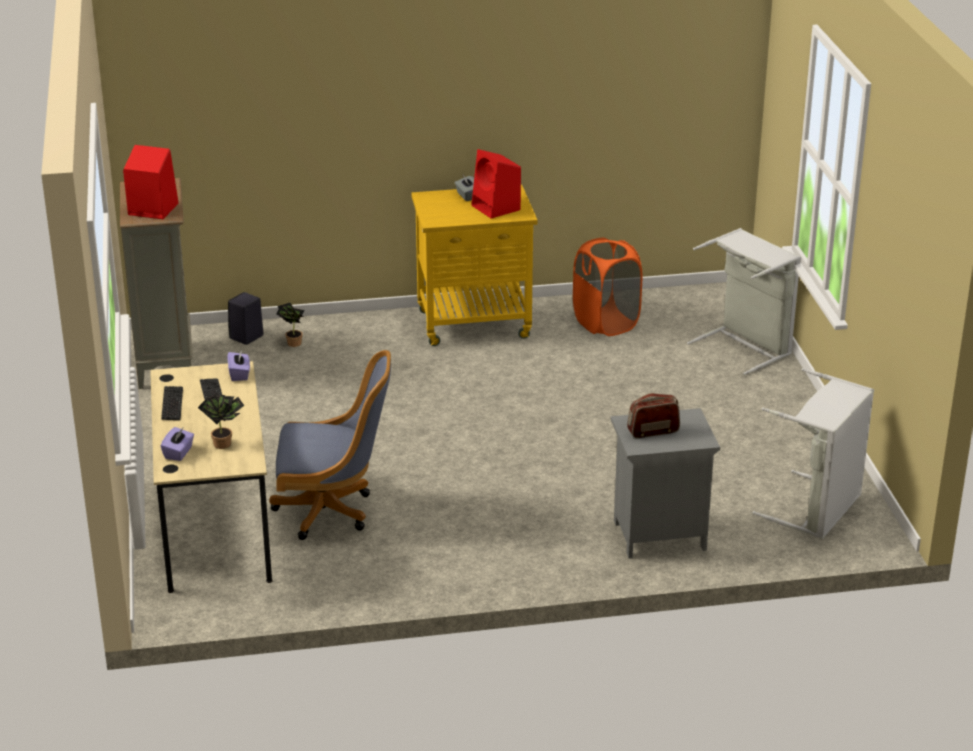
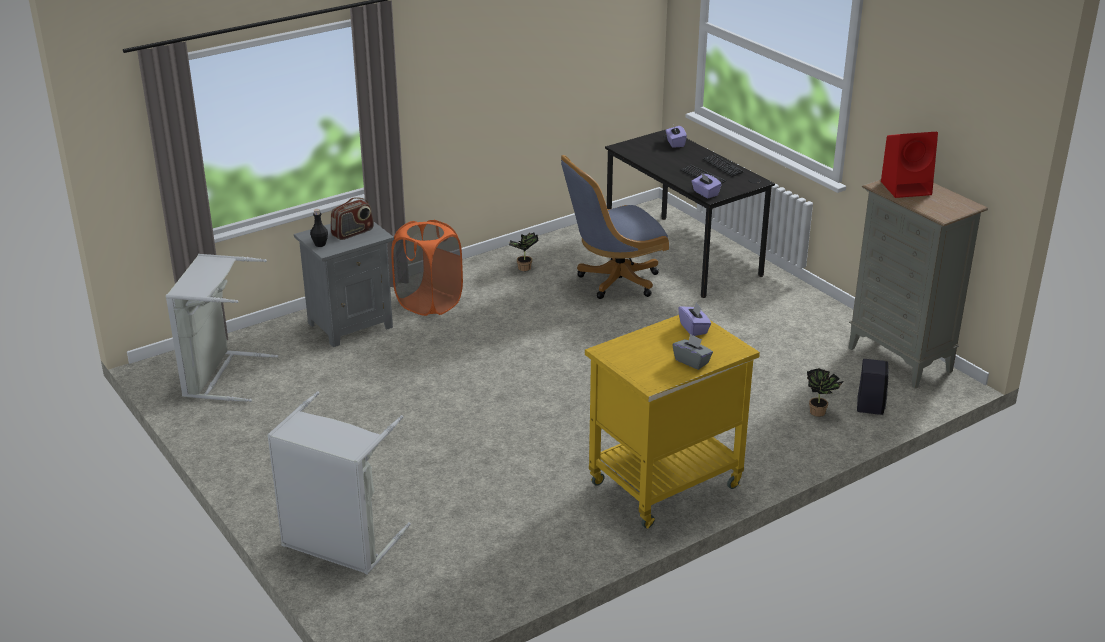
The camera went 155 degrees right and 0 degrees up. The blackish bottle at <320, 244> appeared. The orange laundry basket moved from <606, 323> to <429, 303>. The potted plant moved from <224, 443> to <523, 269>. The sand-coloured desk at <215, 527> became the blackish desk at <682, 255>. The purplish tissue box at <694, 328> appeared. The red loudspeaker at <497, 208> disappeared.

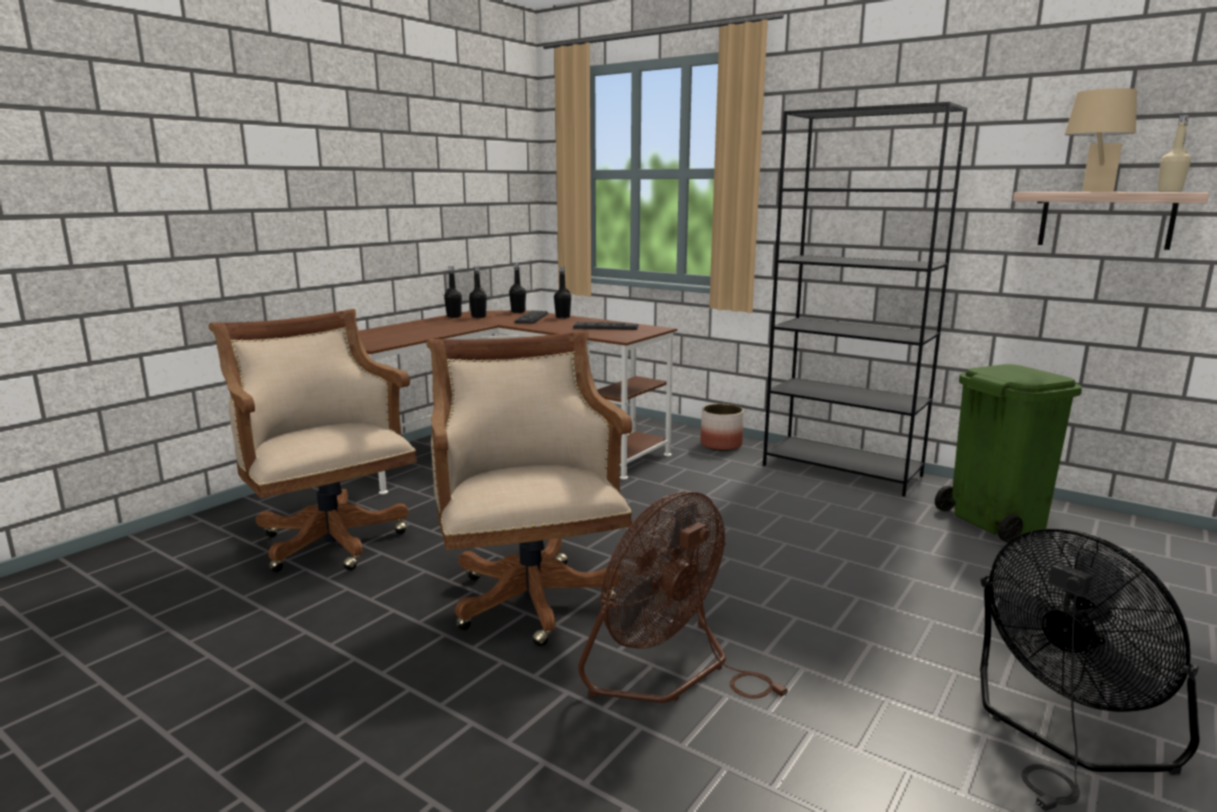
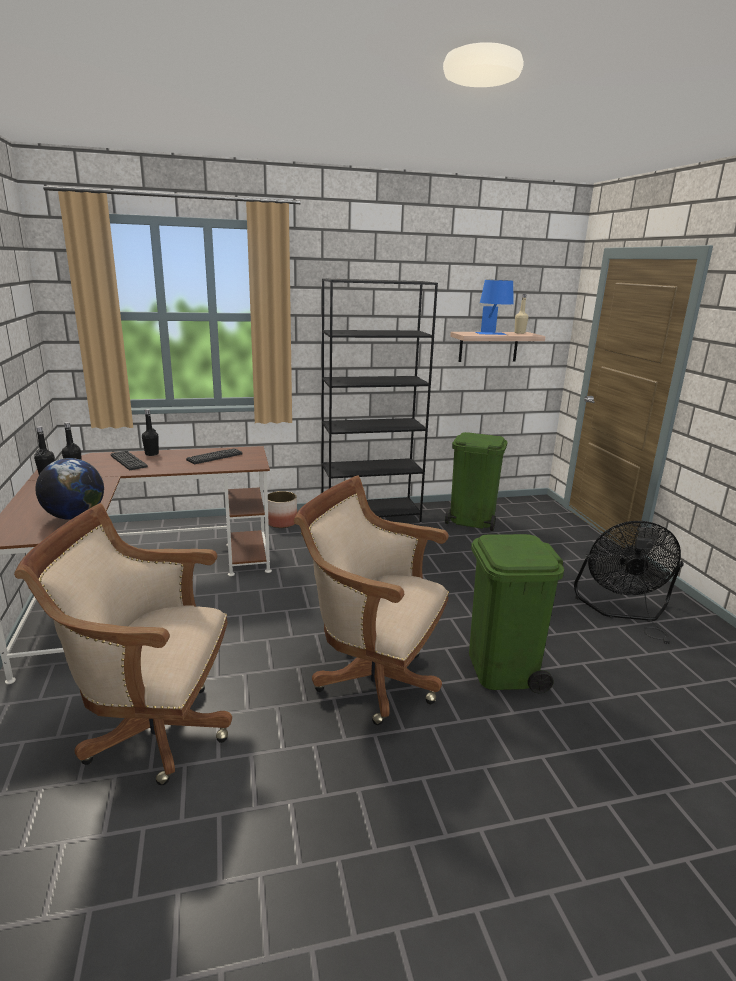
The camera went 50 degrees left and 5 degrees up. The globe at <74, 517> appeared. The brown electric fan at <681, 669> was replaced by the green-coloured waste bin at <503, 670>. The sand-coloured tabletop lamp at <1091, 191> became the blue tabletop lamp at <492, 334>. The blackish bottle at <518, 312> disappeared.

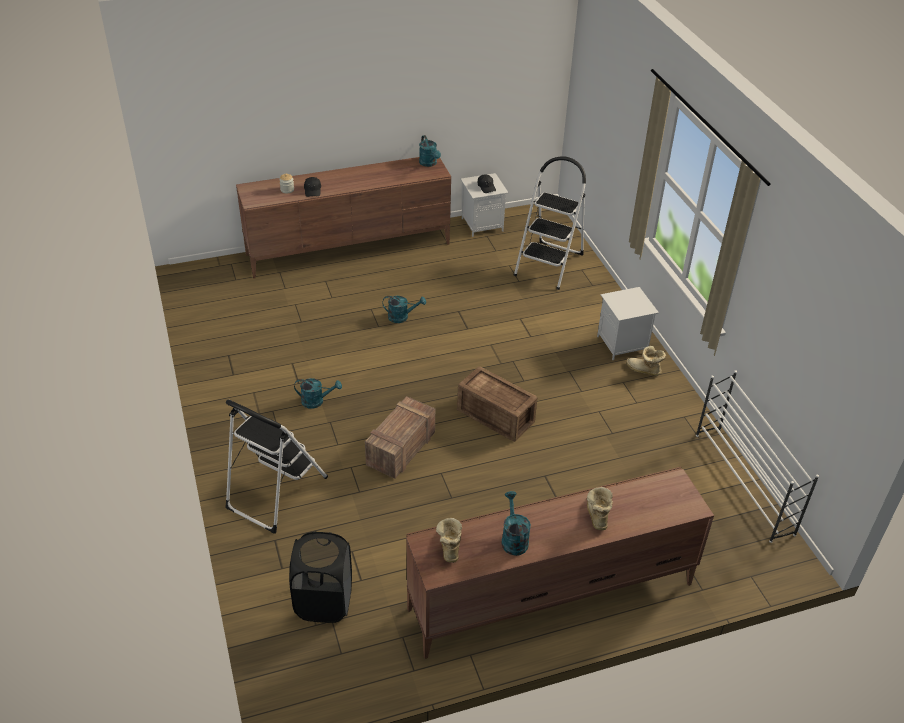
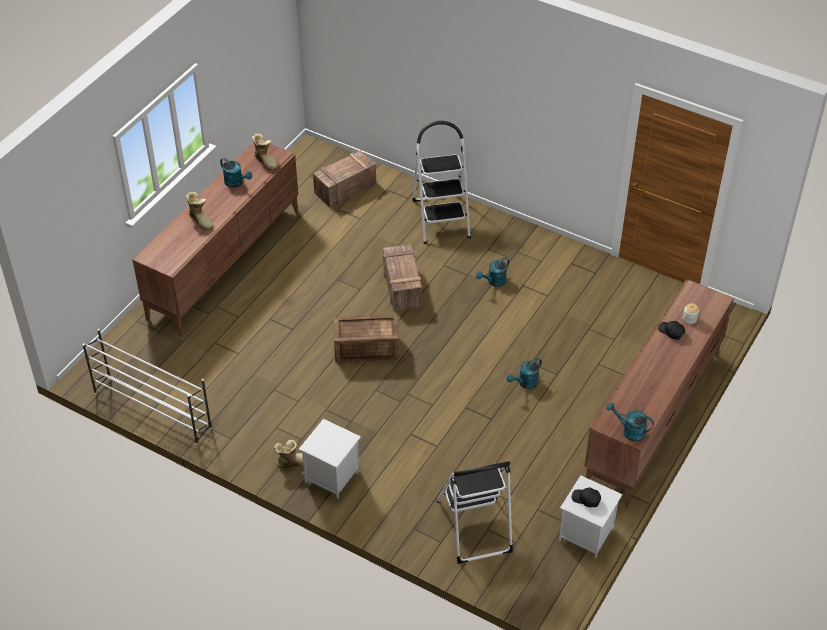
The camera went 140 degrees right and 5 degrees up. The blackish laundry basket at <324, 602> was replaced by the shipping crate at <344, 189>.

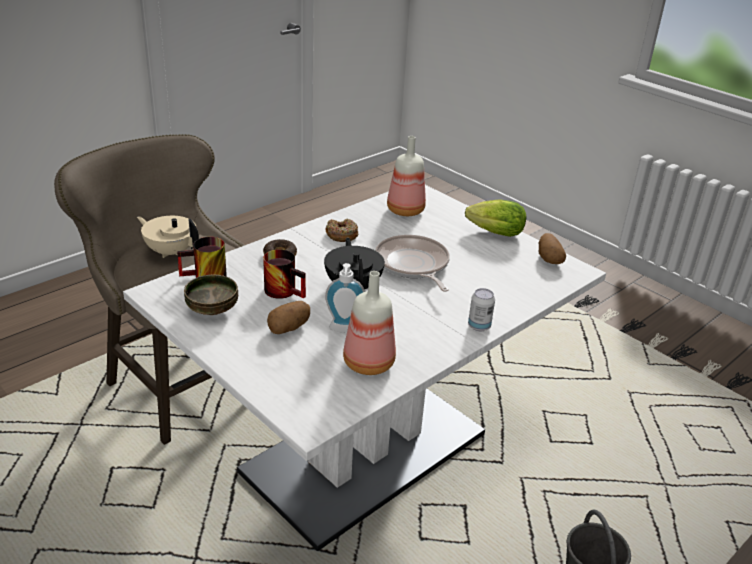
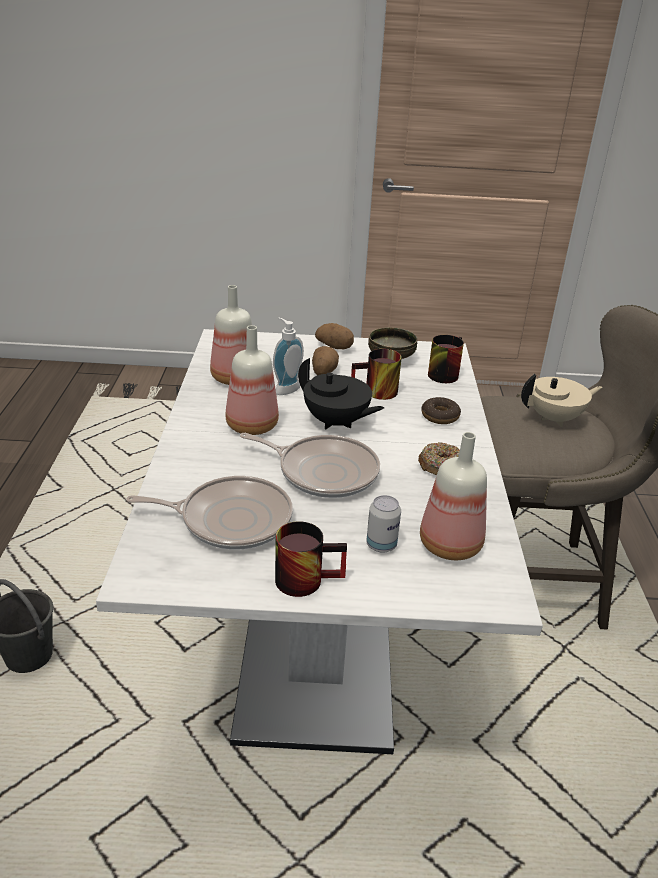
The camera went 135 degrees right and 0 degrees up. The pan at <230, 519> appeared. The bottle at <252, 427> appeared. The lettuce at <492, 233> was replaced by the mug at <306, 577>. The potato moved from <548, 258> to <335, 347>. The metal can moved from <479, 326> to <381, 545>.

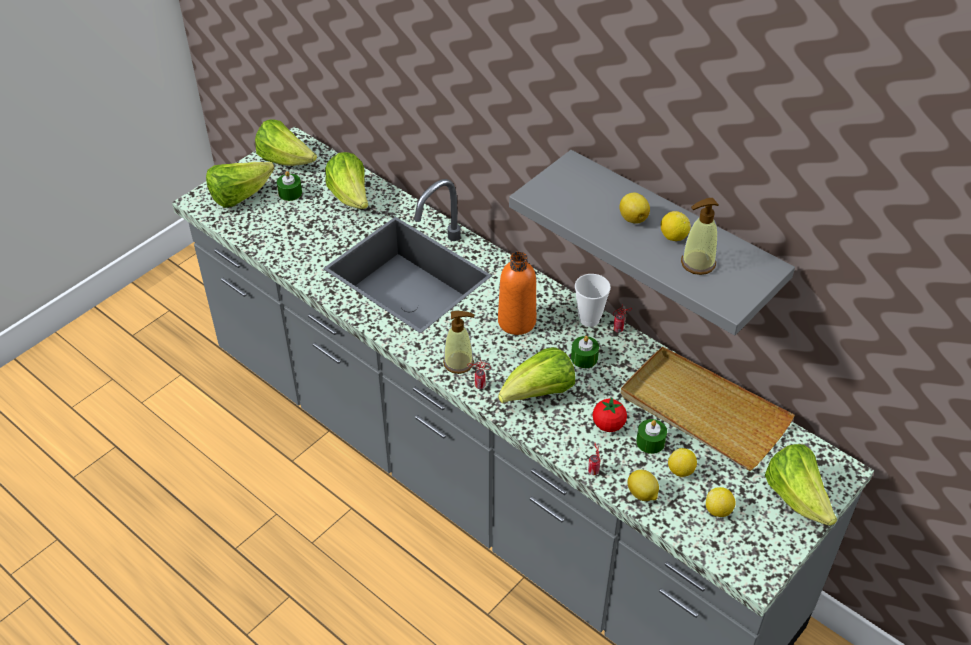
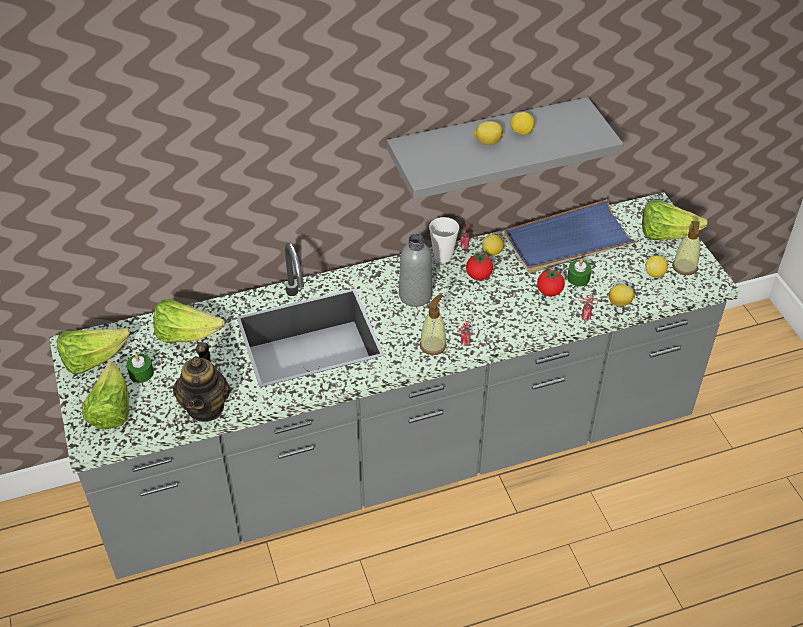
The camera went 60 degrees left and 0 degrees up. The tea pot at <206, 407> appeared. The orange bottle at <516, 321> became the greyish bottle at <415, 295>. The green-coloured wax candle at <584, 358> was replaced by the fresh tomato at <478, 276>. The lemon moved from <681, 471> to <492, 252>. The sand-coloured serving tray at <702, 411> became the blue serving tray at <568, 241>. The soap dispenser moved from <697, 263> to <684, 267>. The lettuce at <539, 394> disappeared.

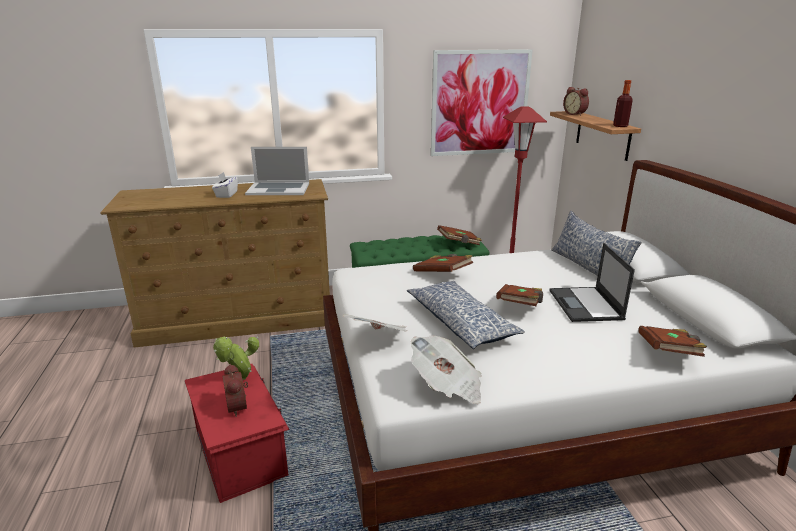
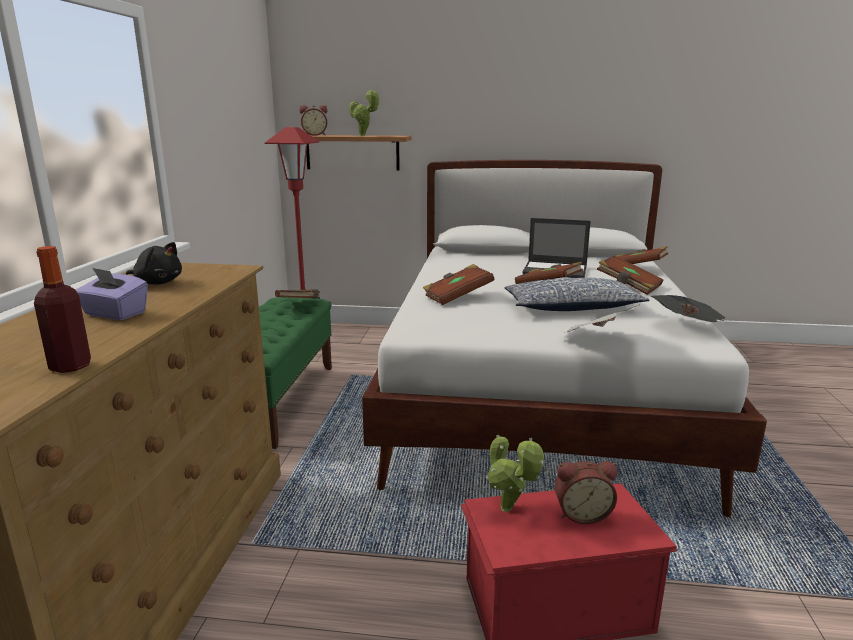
The camera went 70 degrees left and 5 degrees down. The bottle moved from <620, 126> to <70, 366>. The white tissue box at <226, 194> became the purplish tissue box at <114, 314>. The laptop at <278, 189> was replaced by the blackish soft toy at <157, 283>. The potted plant at <364, 136> appeared. The brown bound book at <628, 286> appeared. The picture at <480, 103> disappeared. The cushion at <588, 267> disappeared.

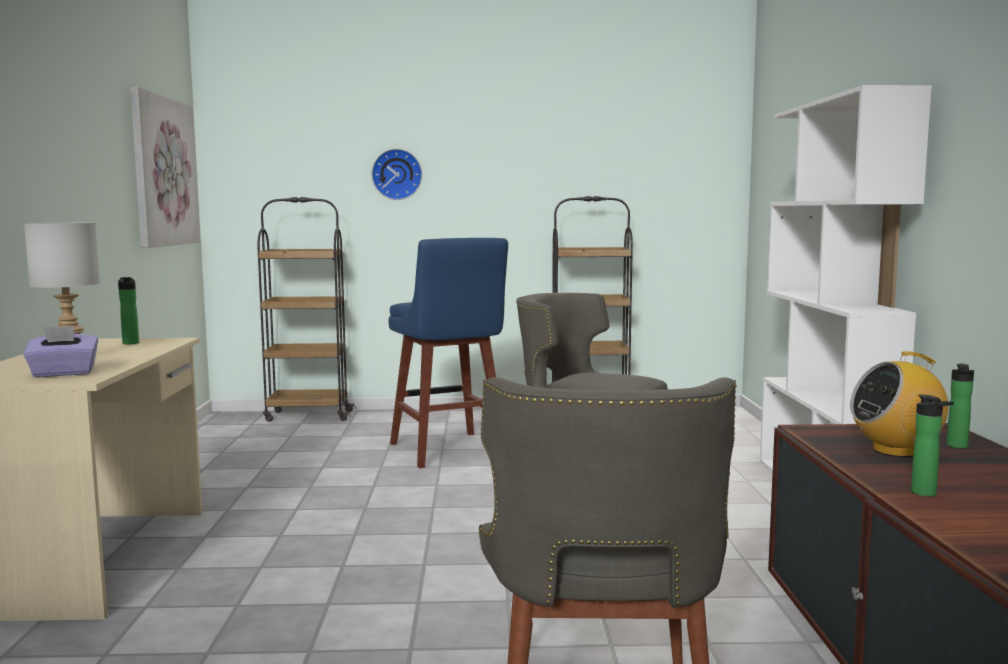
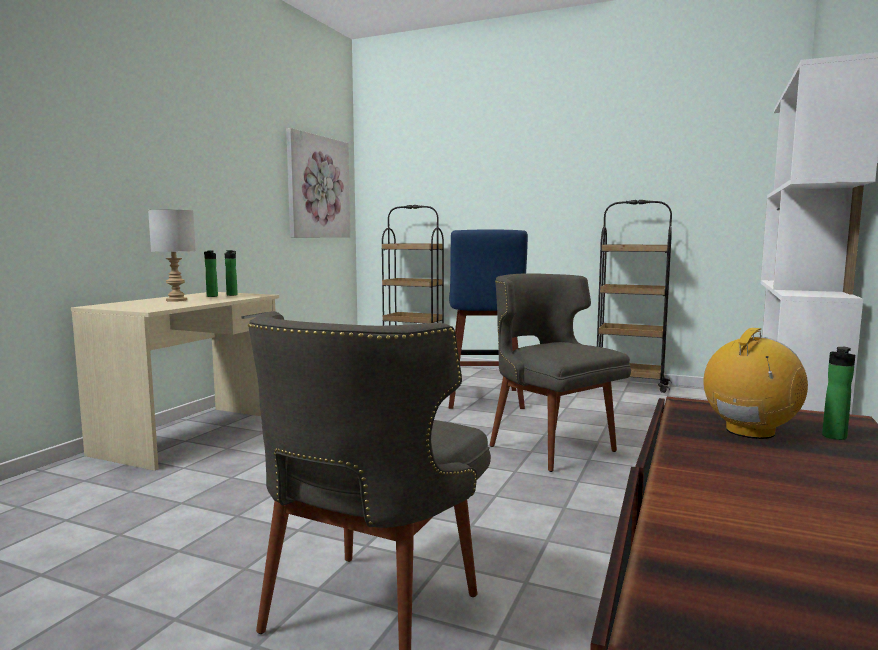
The camera went 25 degrees right and 0 degrees up. The bottle moved from <927, 494> to <211, 296>. The radio set at <896, 451> turned 120 degrees clockwise. The purplish tissue box at <63, 373> disappeared. The wall clock at <397, 174> disappeared.

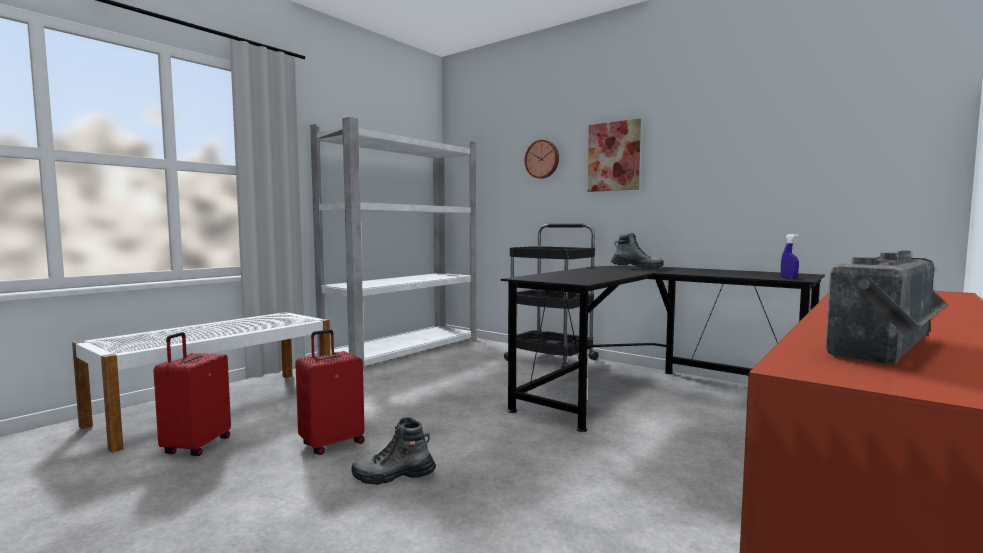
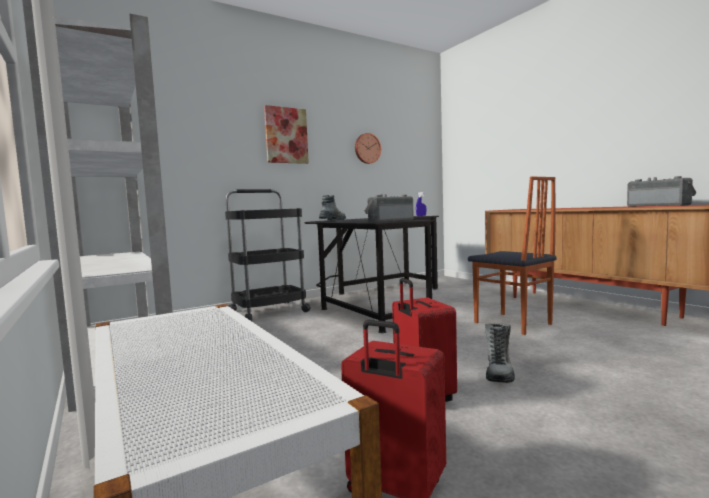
The camera went 70 degrees left and 0 degrees up. The wall clock moved from <542, 159> to <367, 148>. The radio set at <389, 221> appeared. The upright chair at <512, 324> appeared.

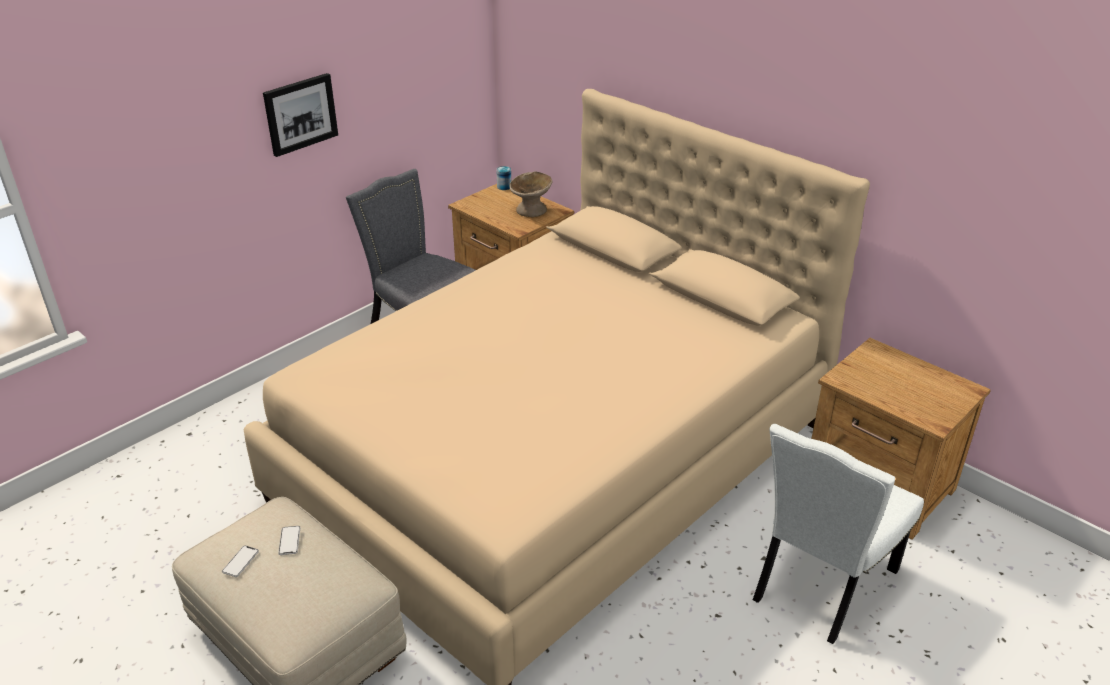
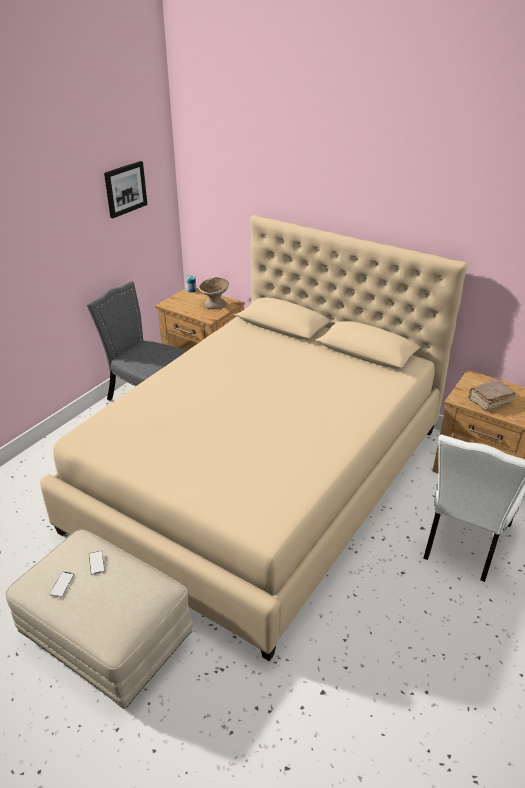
The camera went 10 degrees left and 0 degrees up. The picture moved from <300, 114> to <125, 189>. The brown bound book at <489, 401> appeared.

